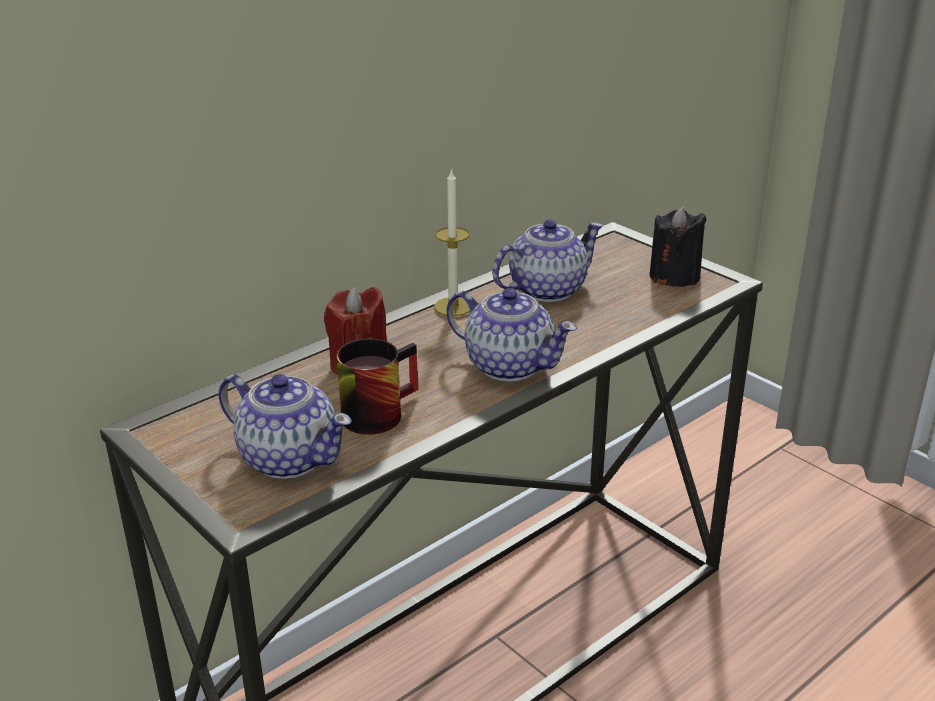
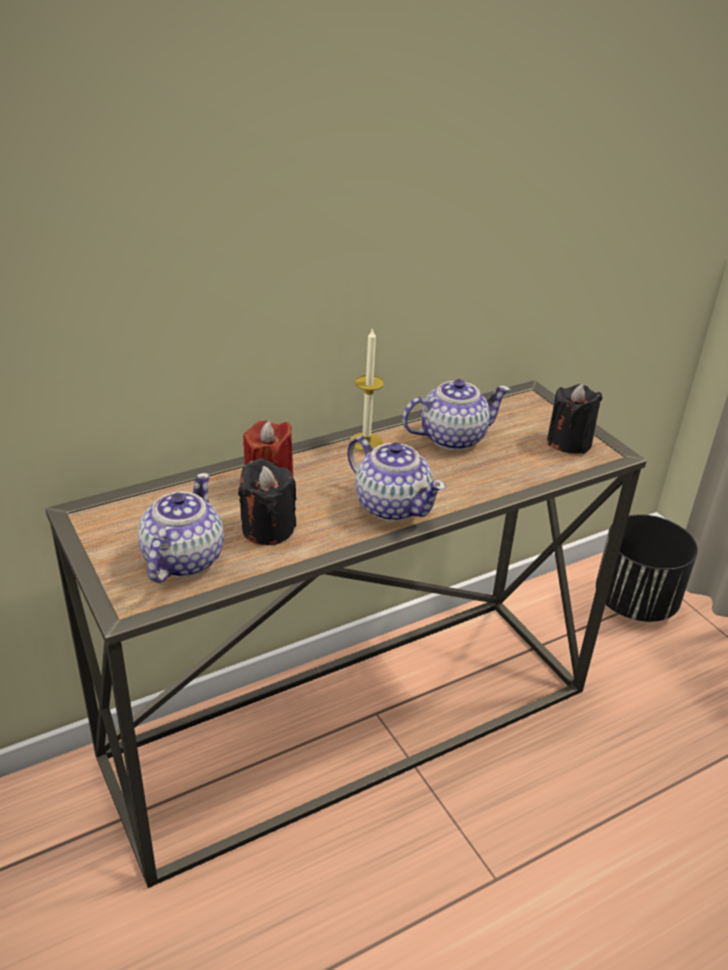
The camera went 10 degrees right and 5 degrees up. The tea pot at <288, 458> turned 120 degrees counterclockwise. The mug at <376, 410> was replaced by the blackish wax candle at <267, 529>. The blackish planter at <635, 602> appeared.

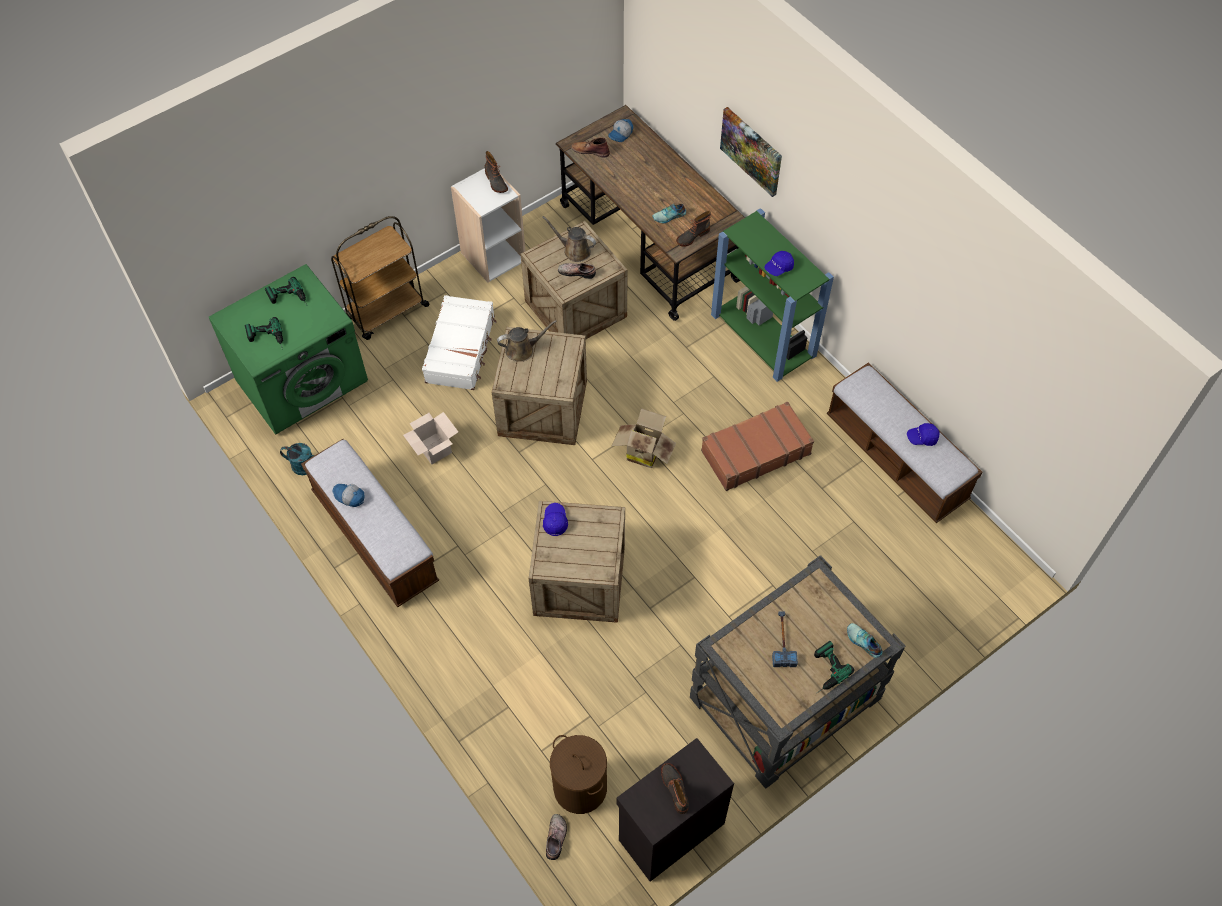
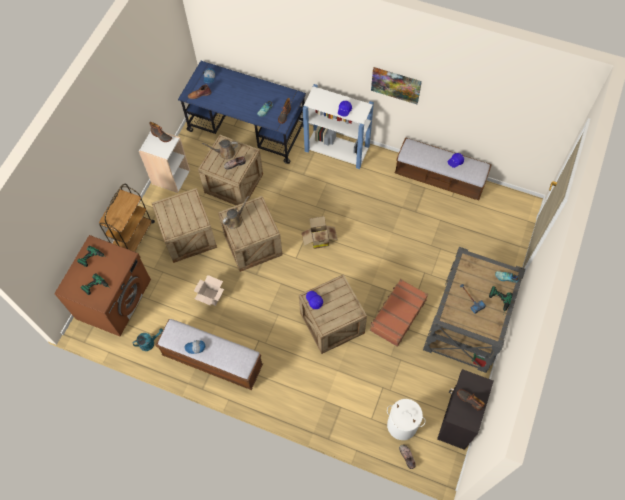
The camera went 30 degrees left and 5 degrees up. The green-coloured washing machine at <305, 384> became the brown washing machine at <116, 300>. The white suitcase at <461, 349> was replaced by the shipping crate at <188, 236>. The brown desk at <648, 242> became the blue desk at <247, 128>. The green-coloured shelving unit at <763, 336> became the white shelving unit at <337, 149>. The brown suitcase moved from <755, 452> to <397, 315>. The picture moved from <751, 151> to <396, 84>. The brown laundry basket at <580, 787> became the white laundry basket at <401, 425>.

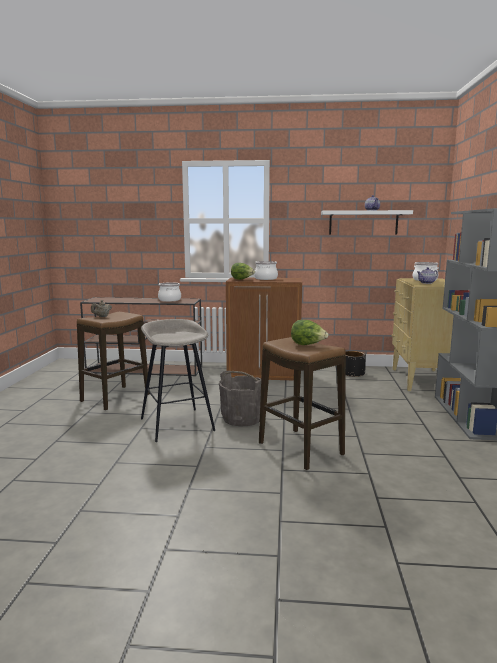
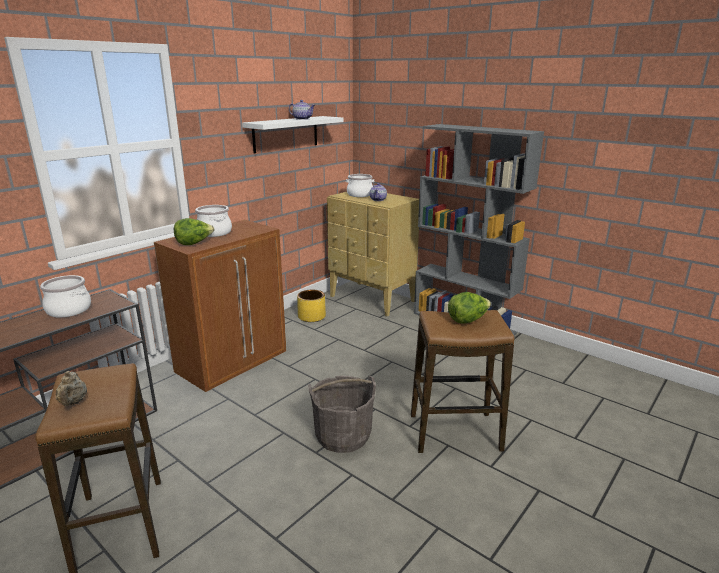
The camera went 55 degrees left and 10 degrees up. The blackish planter at <353, 373> became the yellow planter at <312, 317>. The greyish sitting stool at <177, 424> disappeared.

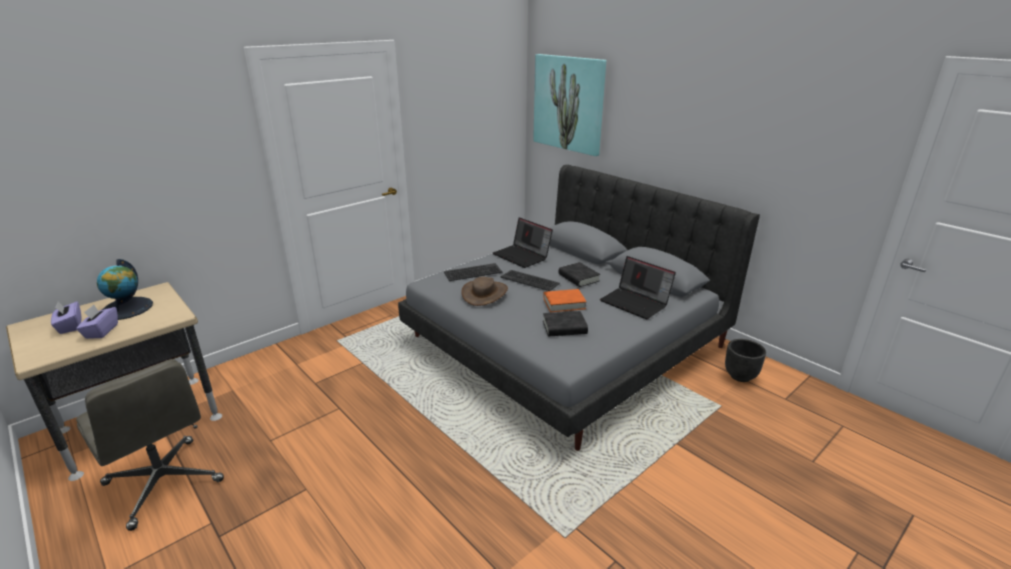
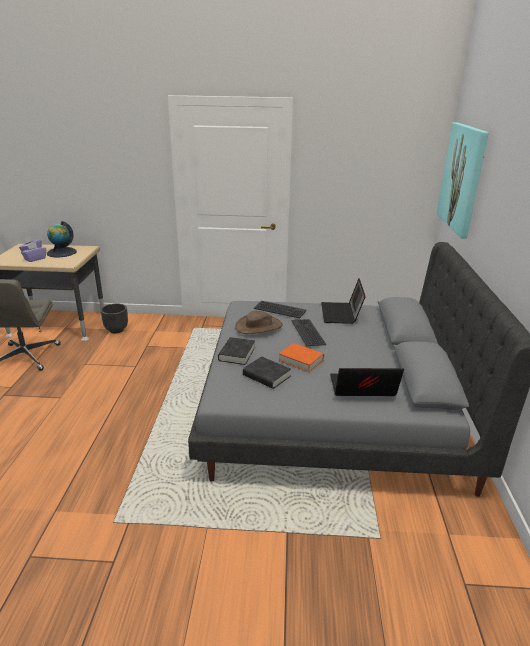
The camera went 45 degrees right and 0 degrees up. The blackish planter moved from <739, 376> to <116, 330>. The blackish bound book moved from <578, 278> to <237, 354>. The laptop at <636, 302> turned 90 degrees clockwise.

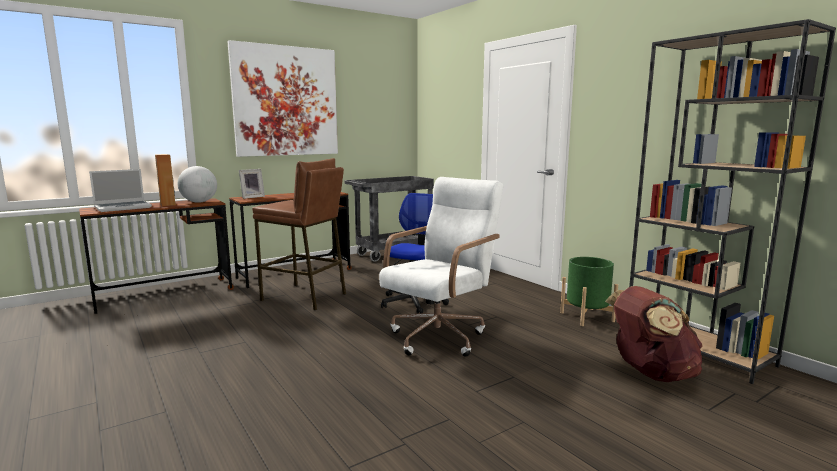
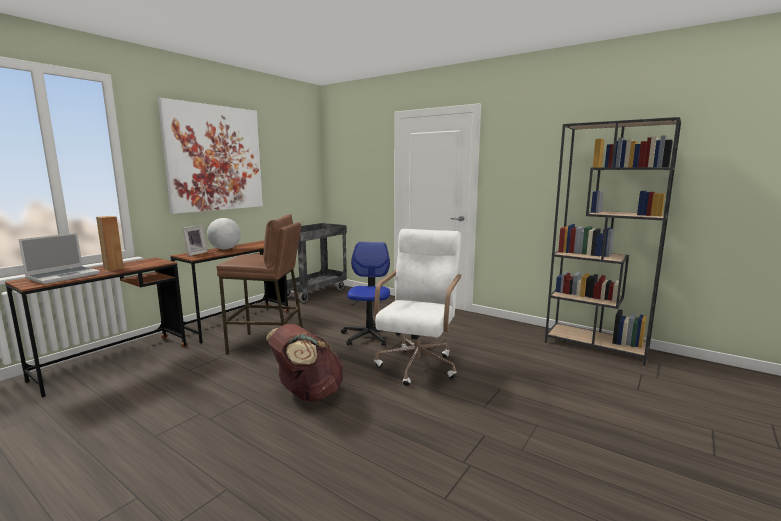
The camera went 20 degrees left and 0 degrees up. The globe moved from <199, 202> to <225, 249>. The brown knapsack moved from <650, 373> to <307, 394>. The green-coloured planter at <587, 317> disappeared.

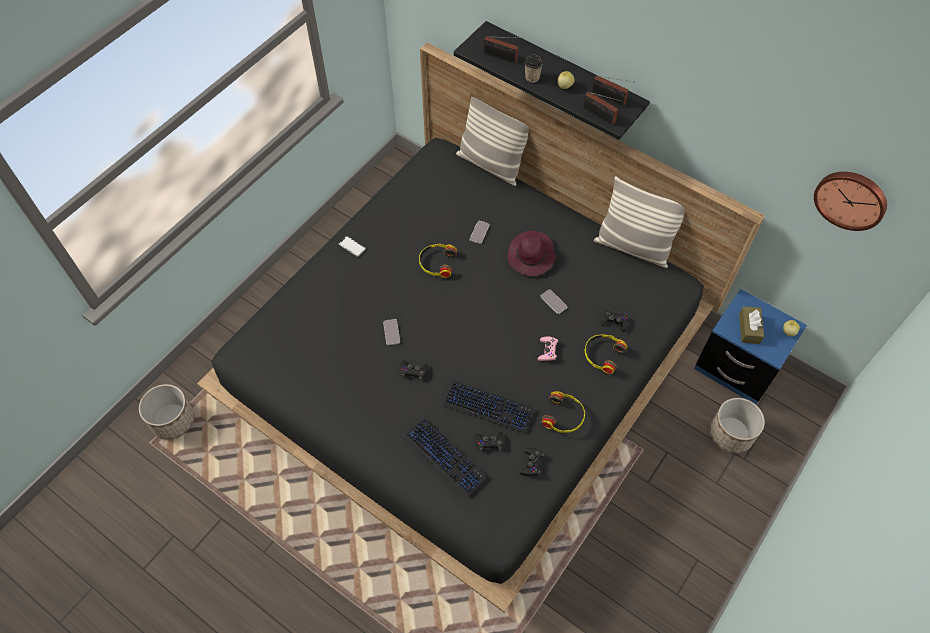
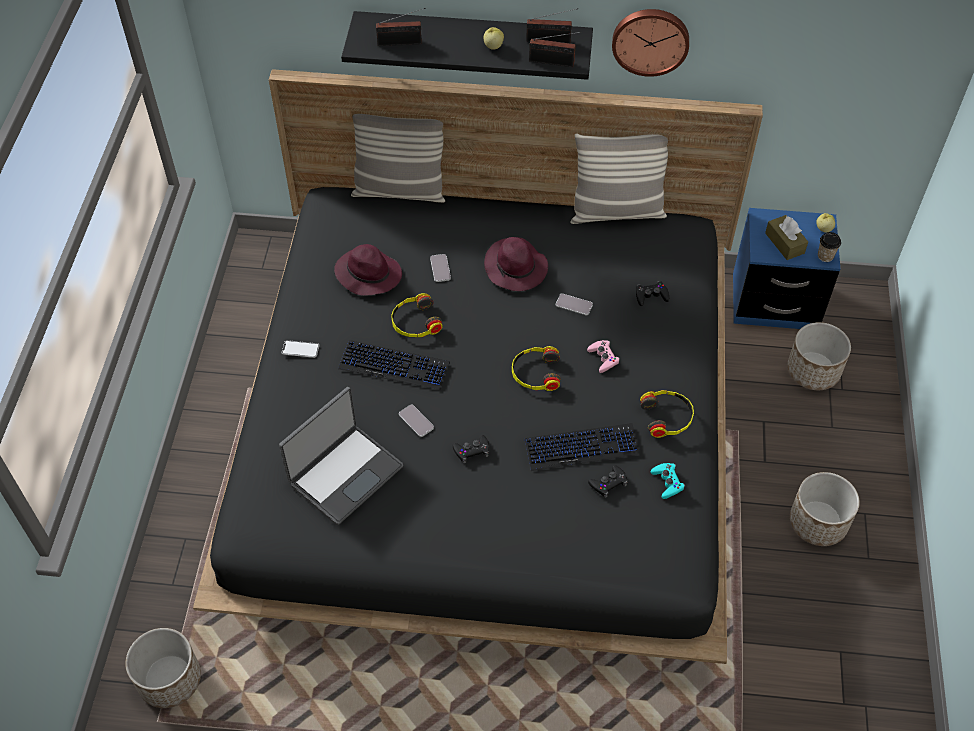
The camera went 30 degrees left and 5 degrees down. The laptop at <345, 474> appeared. The purplish hat at <367, 274> appeared. The PC keyboard moved from <445, 457> to <394, 366>. The headset moved from <602, 355> to <535, 373>. The wall clock moved from <851, 199> to <650, 40>. The blackish game controller at <531, 463> became the turquoise game controller at <667, 482>. The planter at <818, 522> appeared. The cup moved from <532, 77> to <825, 256>.

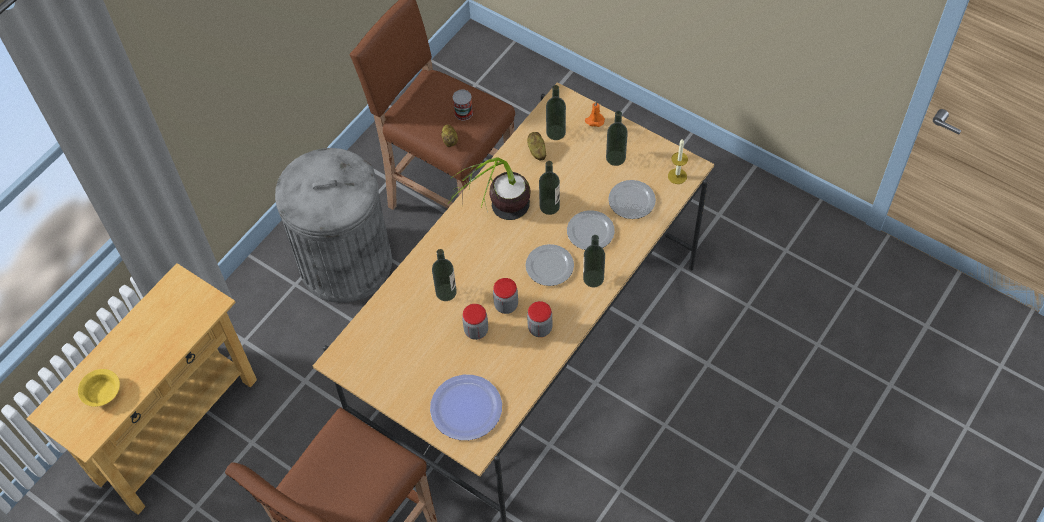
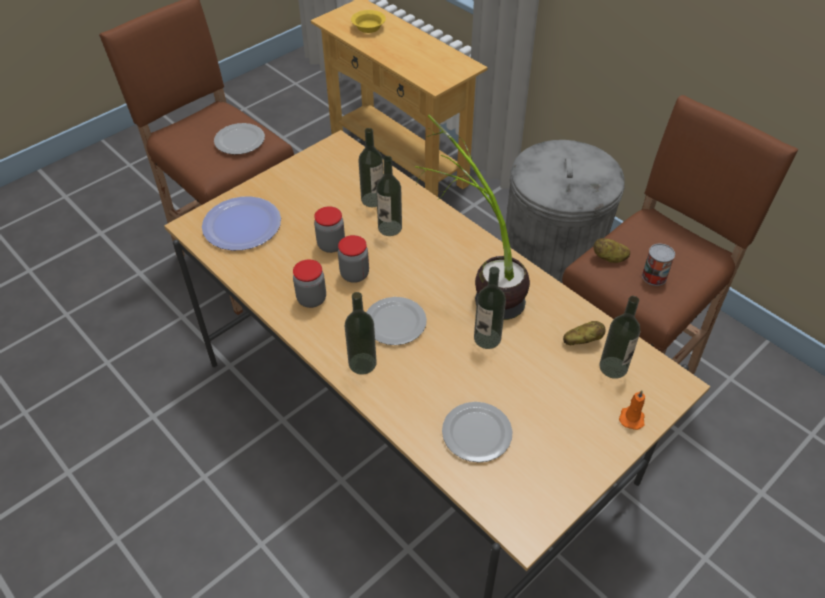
The camera went 100 degrees right and 10 degrees down. The flat dish moved from <589, 231> to <240, 140>. The bottle moved from <615, 158> to <372, 199>. The wax candle at <677, 176> disappeared.

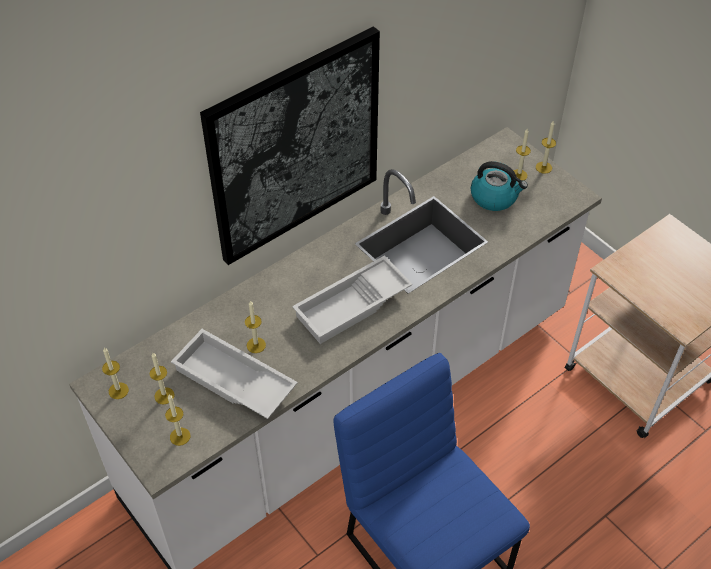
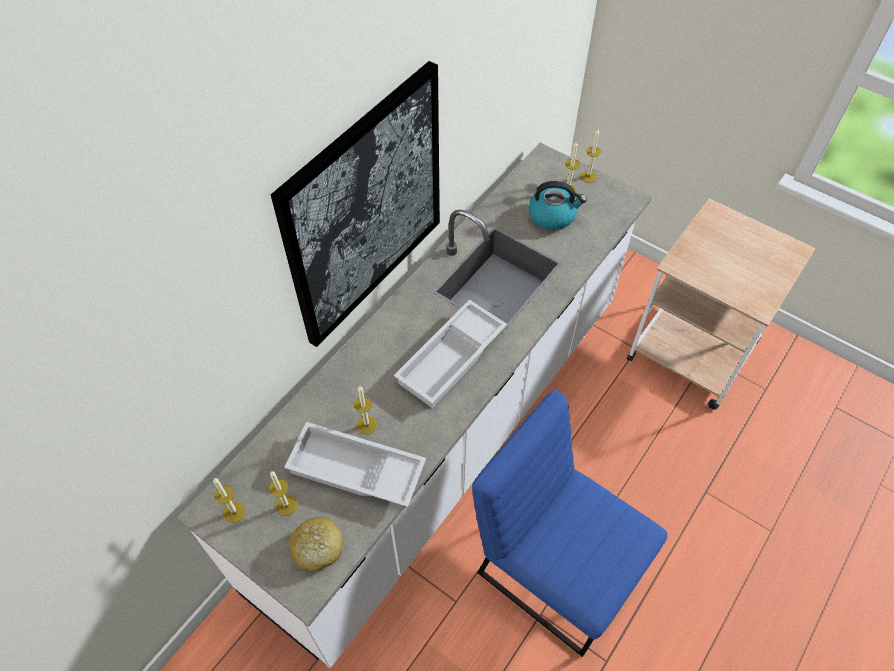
The camera went 15 degrees left and 5 degrees up. The wax candle at <180, 436> was replaced by the baked bread at <317, 548>.

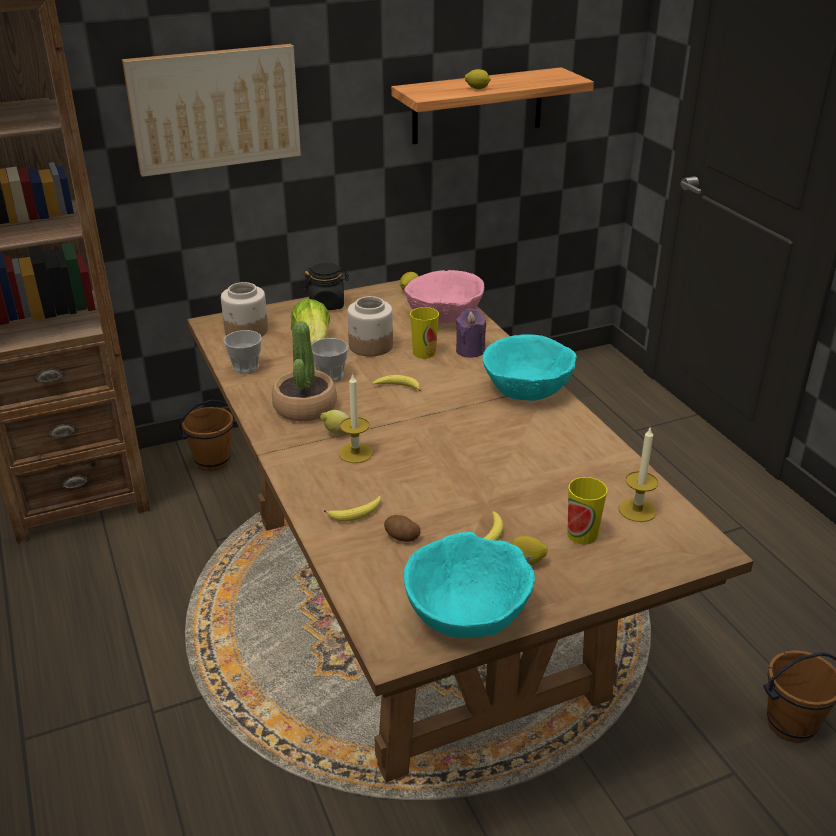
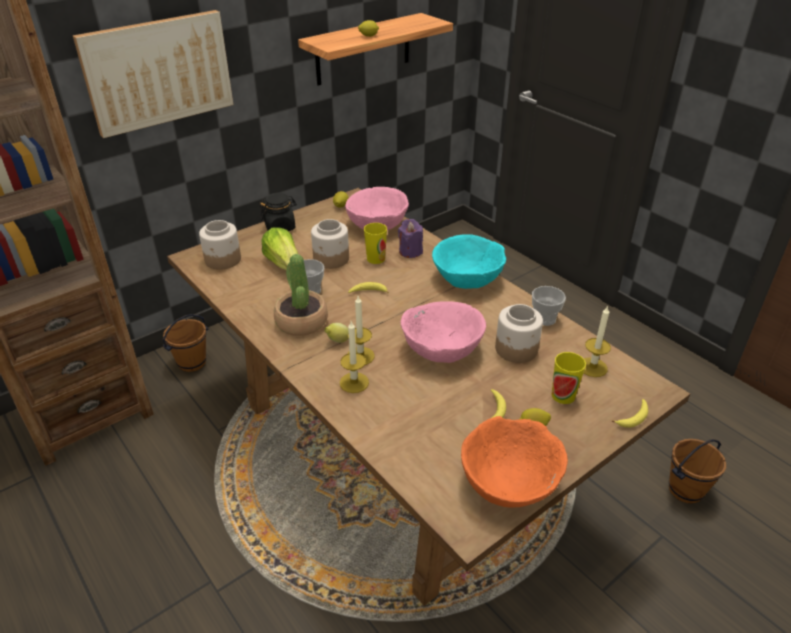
The camera went 15 degrees left and 5 degrees up. The wax candle at <354, 382> appeared. The pink bowl at <441, 348> appeared. The turquoise bowl at <467, 614> became the orange bowl at <509, 482>. The jar at <516, 349> appeared. The cup moved from <245, 368> to <544, 319>. The banana fruit moved from <356, 513> to <633, 417>. The potato at <401, 537> disappeared.

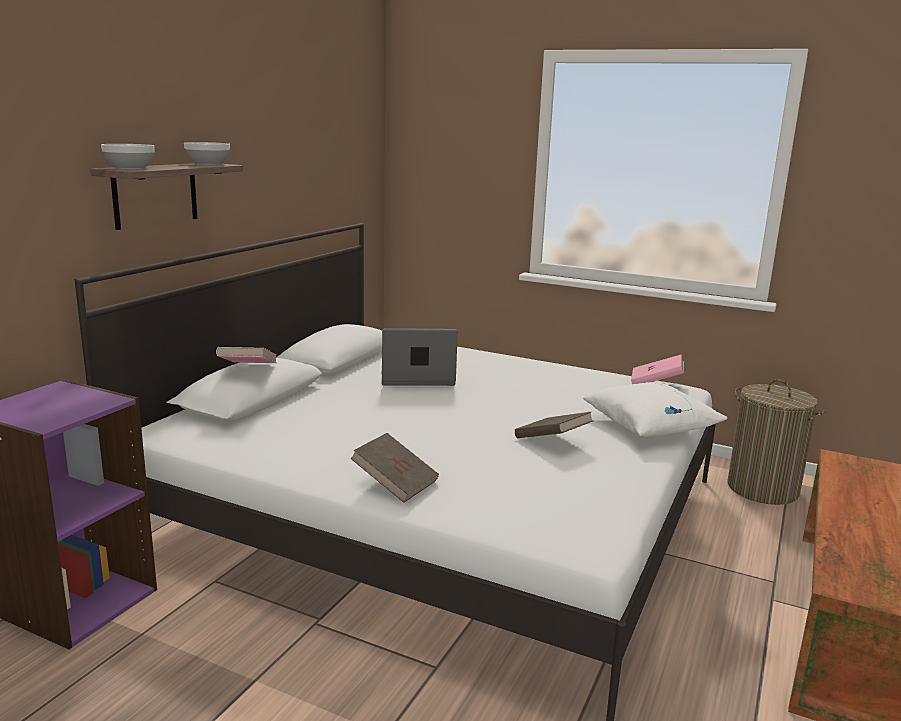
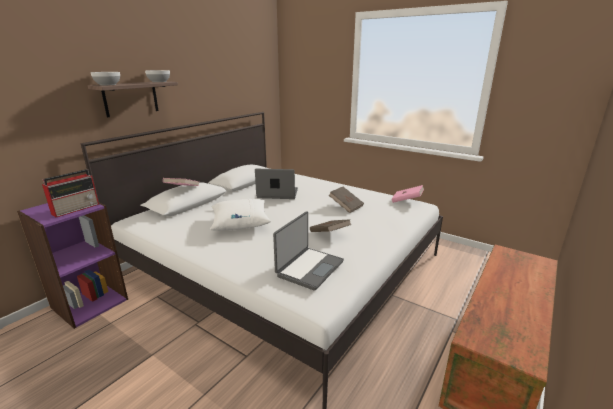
The camera went 10 degrees right and 5 degrees up. The radio set at <76, 208> appeared. The white cushion moved from <650, 426> to <240, 223>. The laptop at <309, 268> appeared. The brown bound book moved from <395, 483> to <346, 206>. The laundry basket at <762, 489> disappeared.

